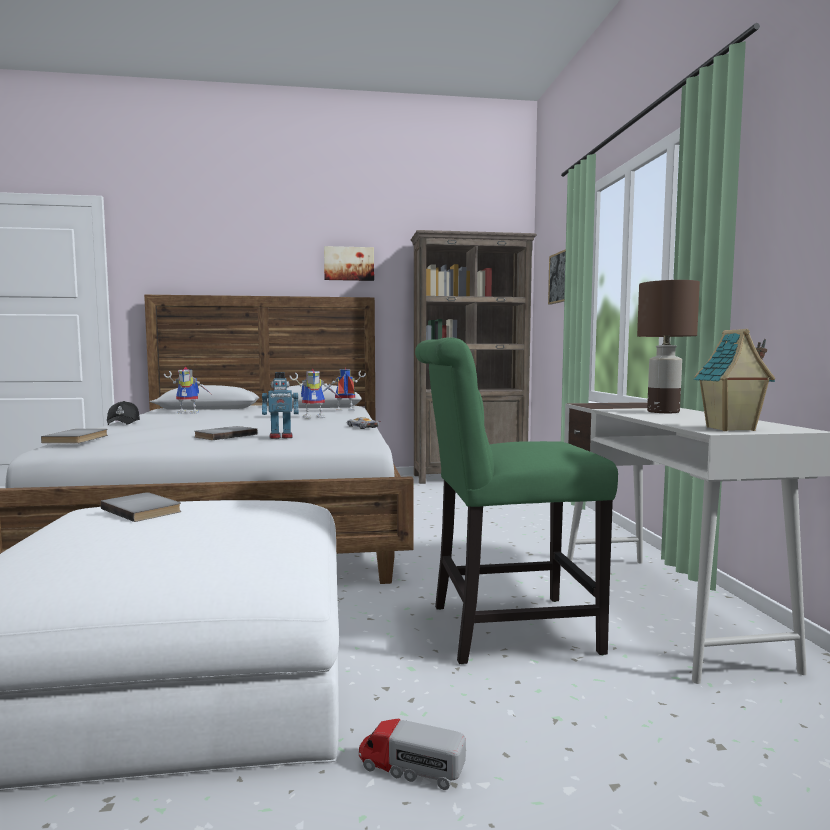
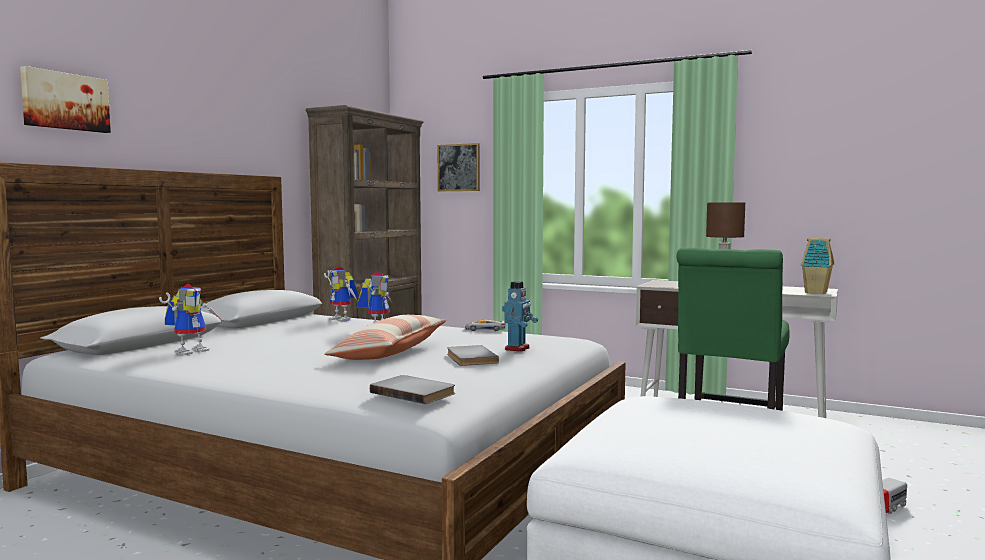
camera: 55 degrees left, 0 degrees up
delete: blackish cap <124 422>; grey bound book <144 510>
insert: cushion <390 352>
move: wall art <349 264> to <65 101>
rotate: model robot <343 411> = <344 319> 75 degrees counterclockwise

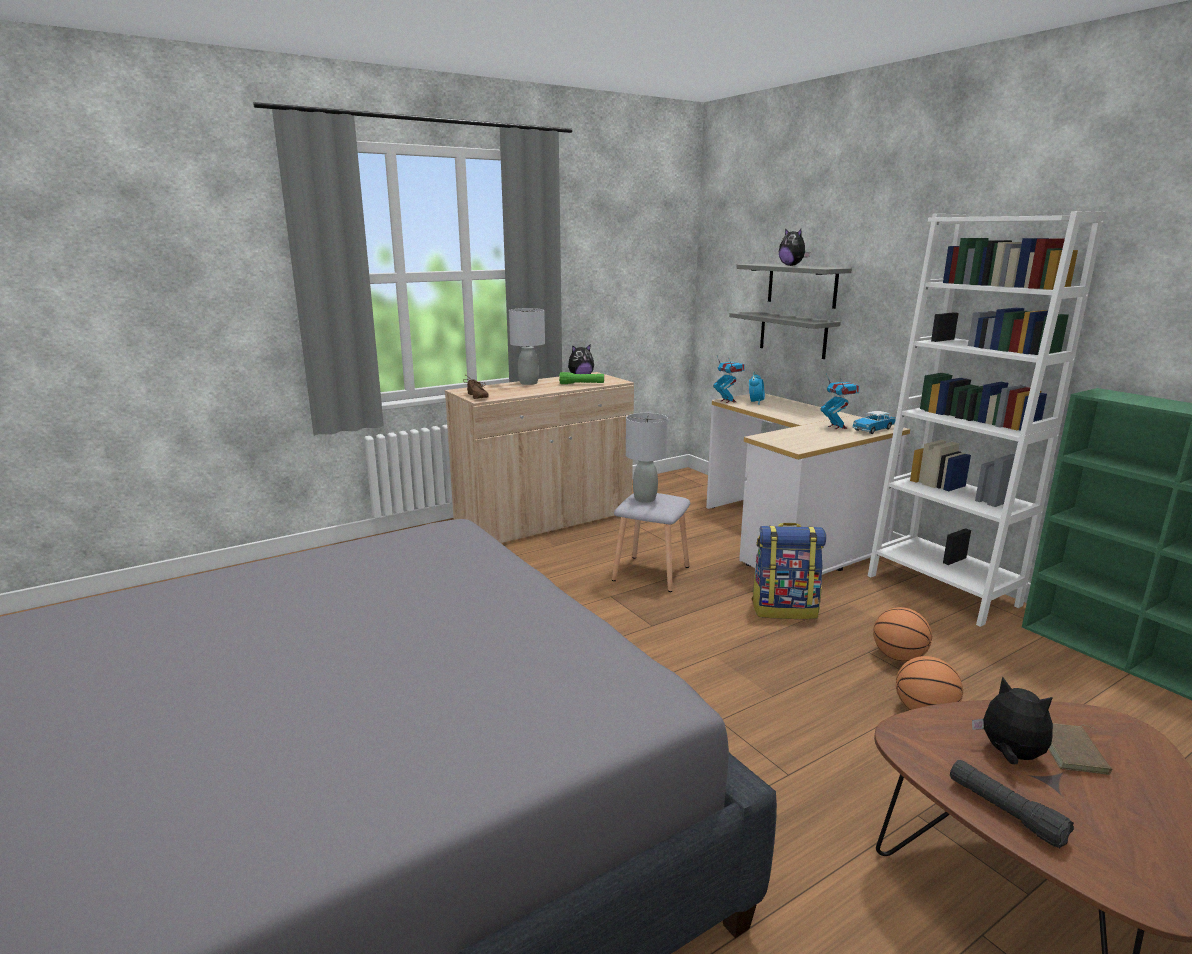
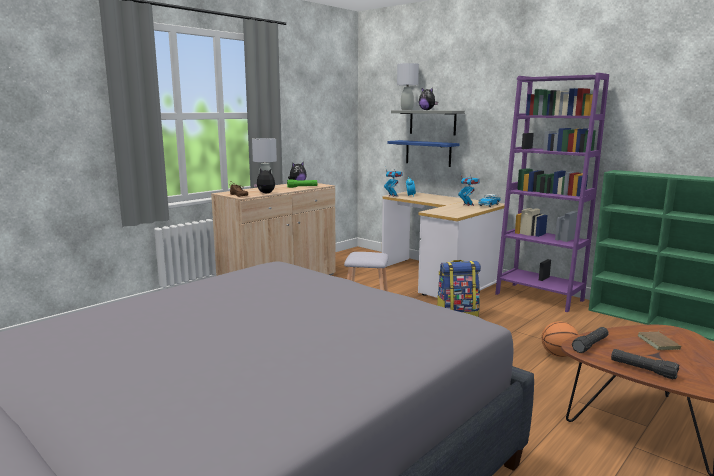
camera: 15 degrees left, 5 degrees down
delete: ball for basketball <898 657>
insert: blackish hand torch <590 345>
move: grey lamp for a table <644 499> to <406 110>; plush toy <1009 755> to <265 193>
recolor: white bookshelf <942 590> to purple bookshelf <539 297>; grey wall shelf <793 334> to bluish wall shelf <428 153>

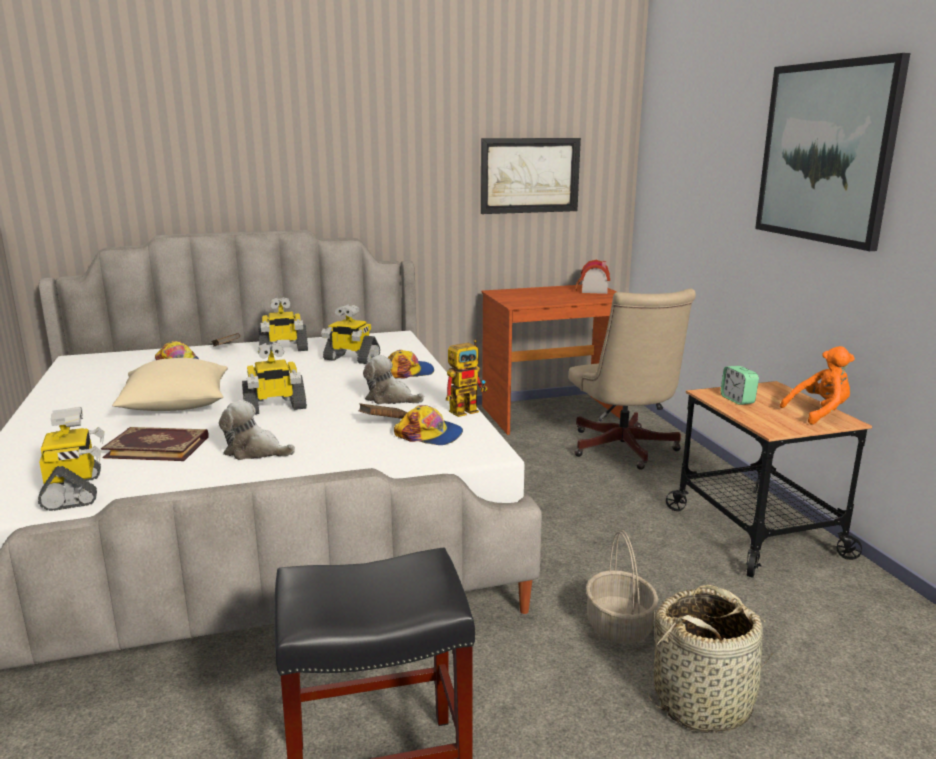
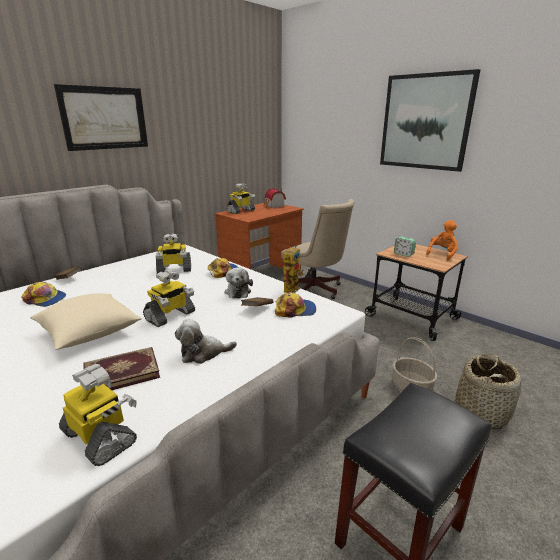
camera: 30 degrees left, 5 degrees up
move: wall art <529 175> to <104 118>; model robot <283 349> to <241 211>
rotate: plush toy <390 399> = <238 291> 90 degrees counterclockwise

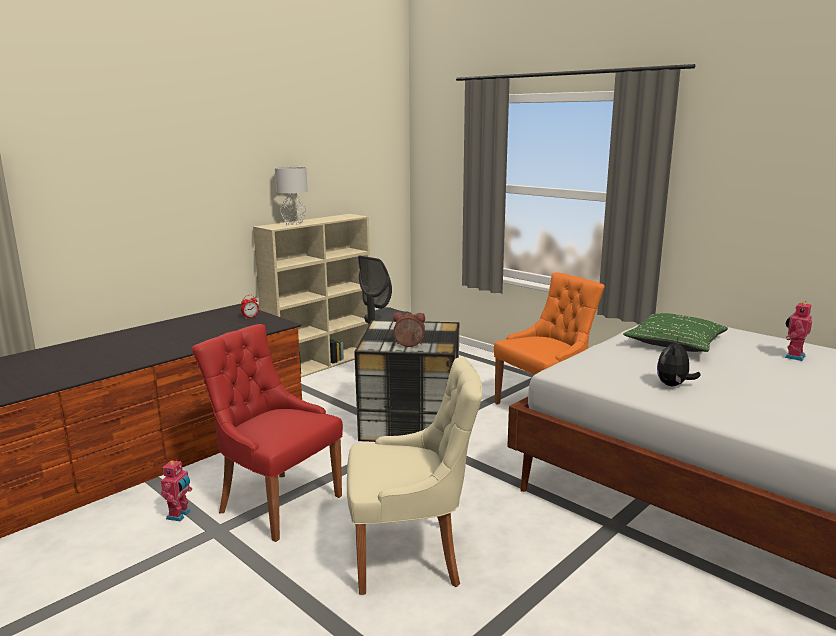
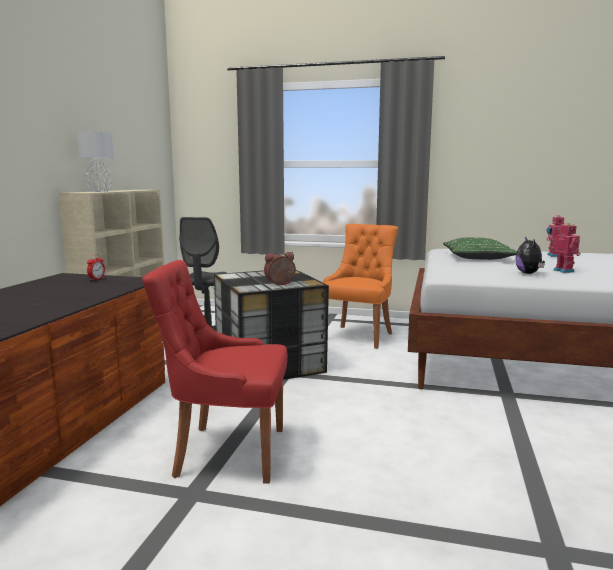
camera: 30 degrees left, 5 degrees down
delete: beige-coloured upright chair <411 556>
move: model robot <180 515> to <564 271>

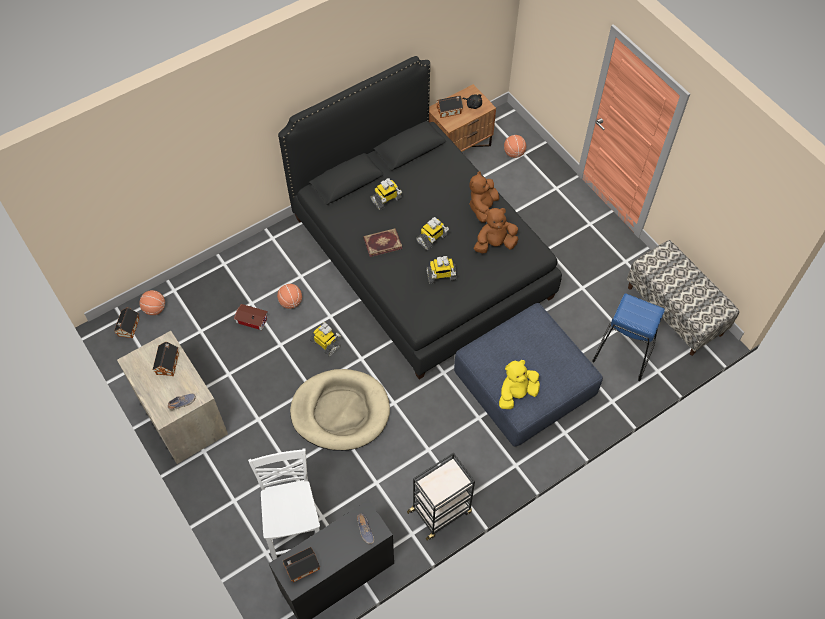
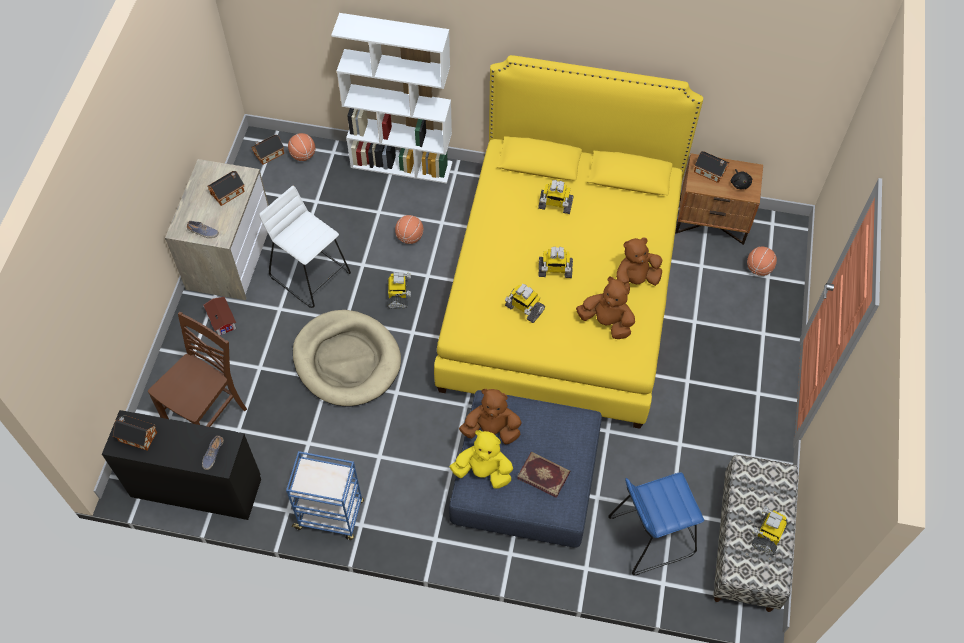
camera: 45 degrees right, 0 degrees up
insert: white bookshelf <402 164>; white sitting stool <311 274>; brownish plush toy <491 430>; model robot <767 534>
move: bound book <382 243> to <544 474>; miniature house <251 319> to <222 318>
recolor: blackish bedroom bed <420 257> to yellow bedroom bed <561 290>; white upright chair <295 528> to brownish upright chair <210 419>; blackish cart <440 511> to bluish cart <331 515>

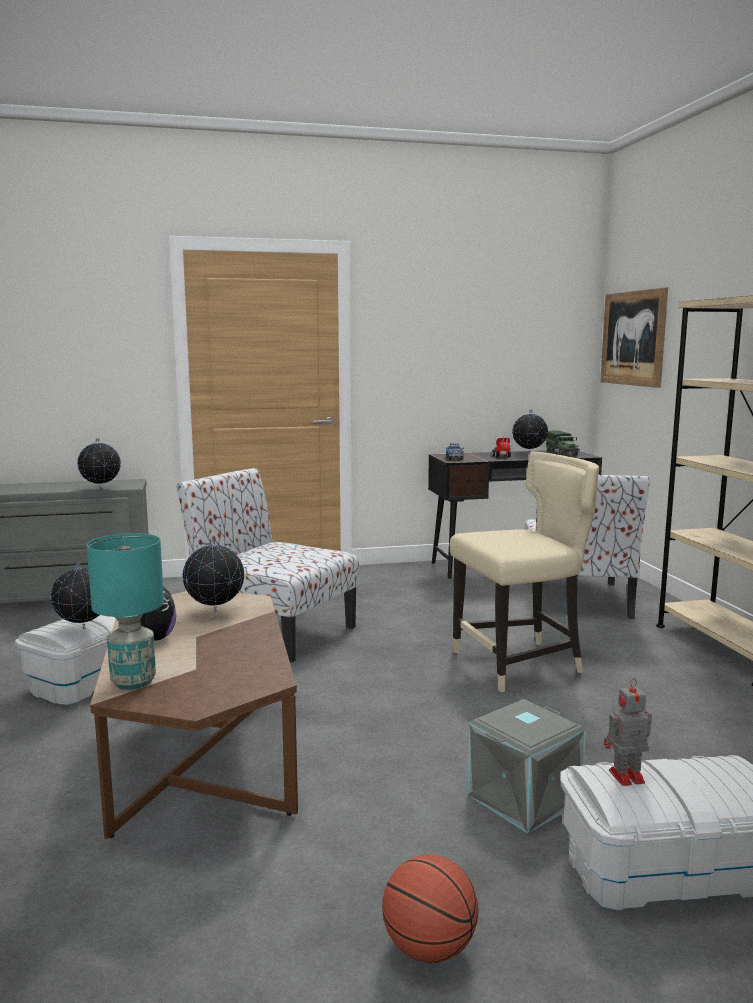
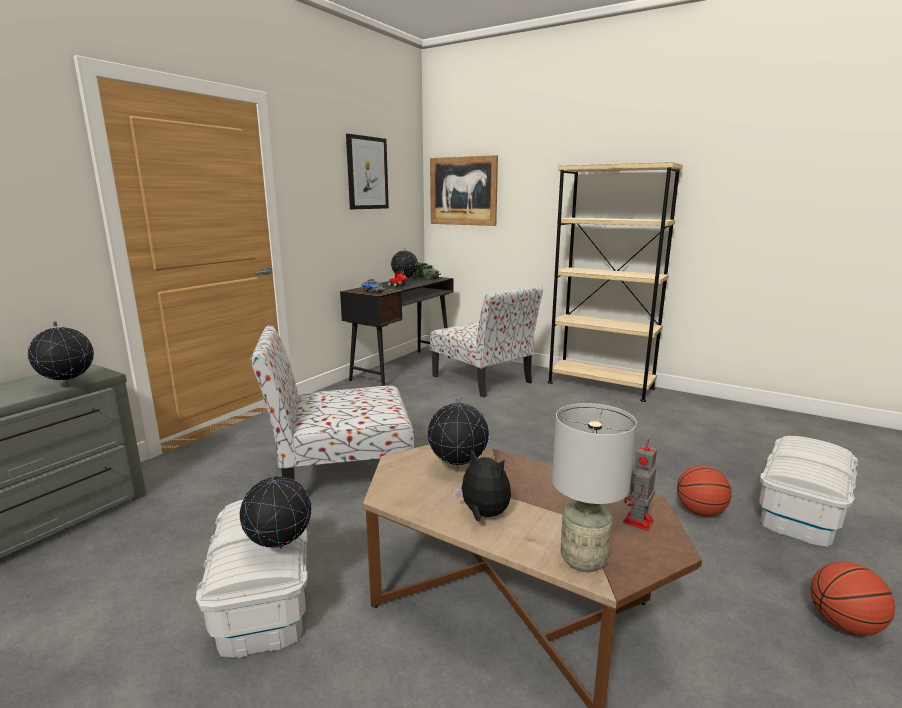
camera: 45 degrees left, 5 degrees up
delete: beige-coloured upright chair <520 664>
insert: wall art <367 173>
move: model robot <624 776> to <637 522>
replace: grey storage box <524 800> to ball for basketball <700 512>
recolor: turquoise-coloured lamp for a table <134 682> to grey lamp for a table <584 559>

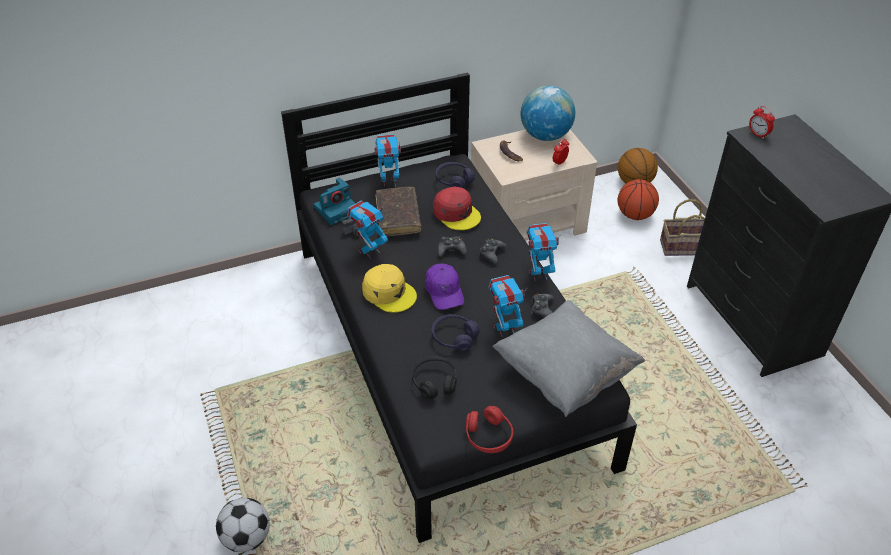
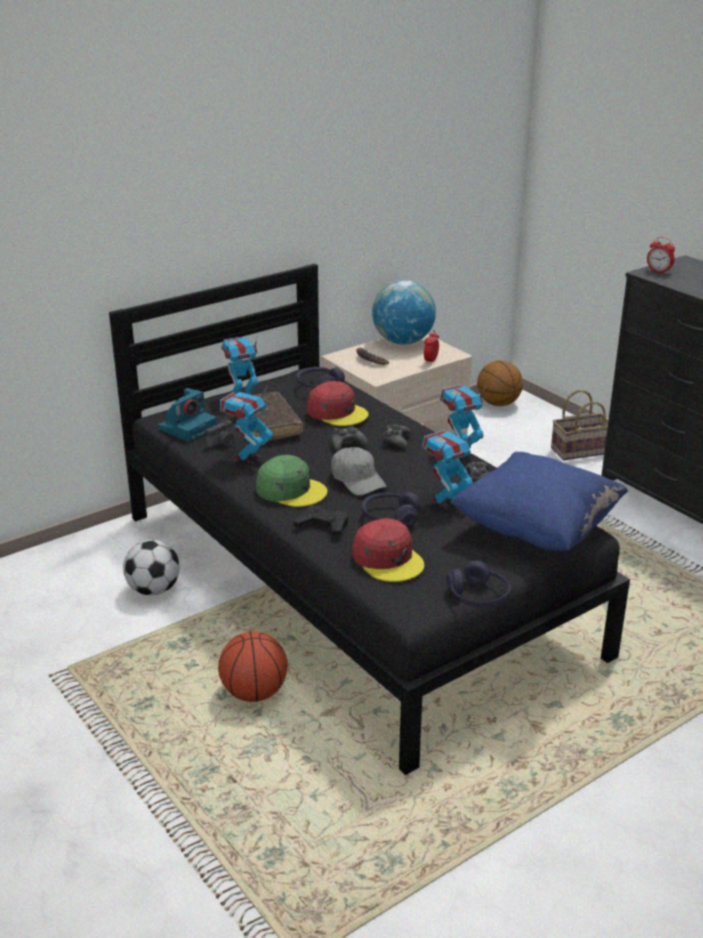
camera: 15 degrees left, 15 degrees down
insert: blackish gamepad <323 525>
move: ball for basketball <634 215> to <254 693>; football ball <247 537> to <153 590>
replace: blackish headset <434 382> to red-coloured cap <388 559>
recolor: purple cap <444 291> to grey cap <357 479>; yellow cap <389 293> to greenish cap <291 490>; grey cushion <564 374> to bluish cushion <536 530>; red-coloured headset <488 436> to purple headset <478 597>

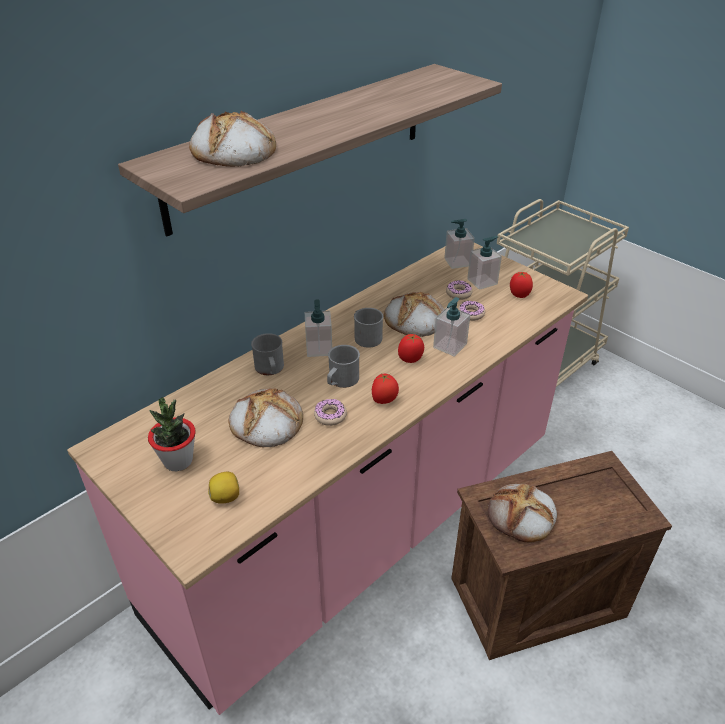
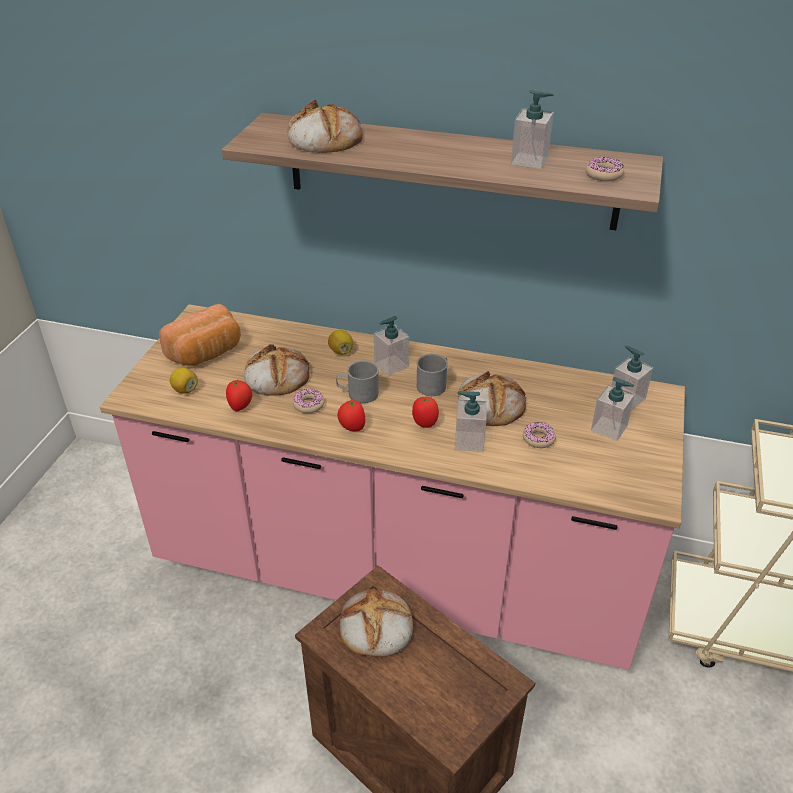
camera: 60 degrees right, 0 degrees up
insert: soap dispenser <530 161>
move: fresh tomato <519 295> to <240 407>; doughnut <458 293> to <603 175>
replace: grey tea mug <270 369> to citrus fruit <341 351>; houseplant <178 461> to bakery bread <206 353>

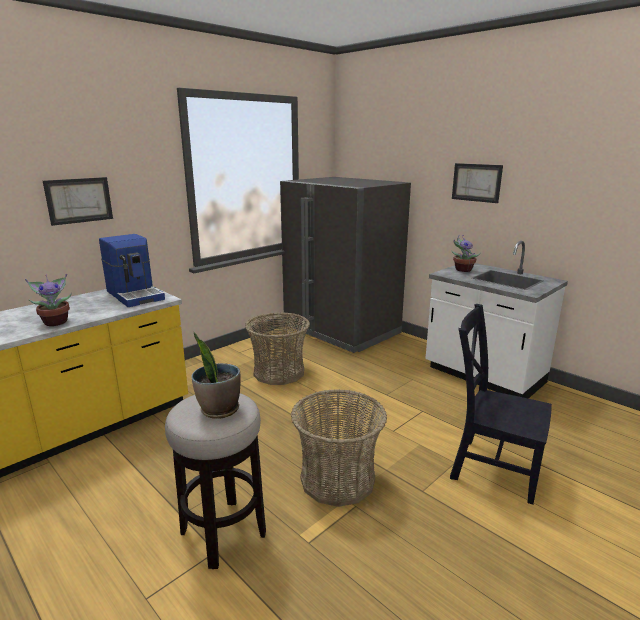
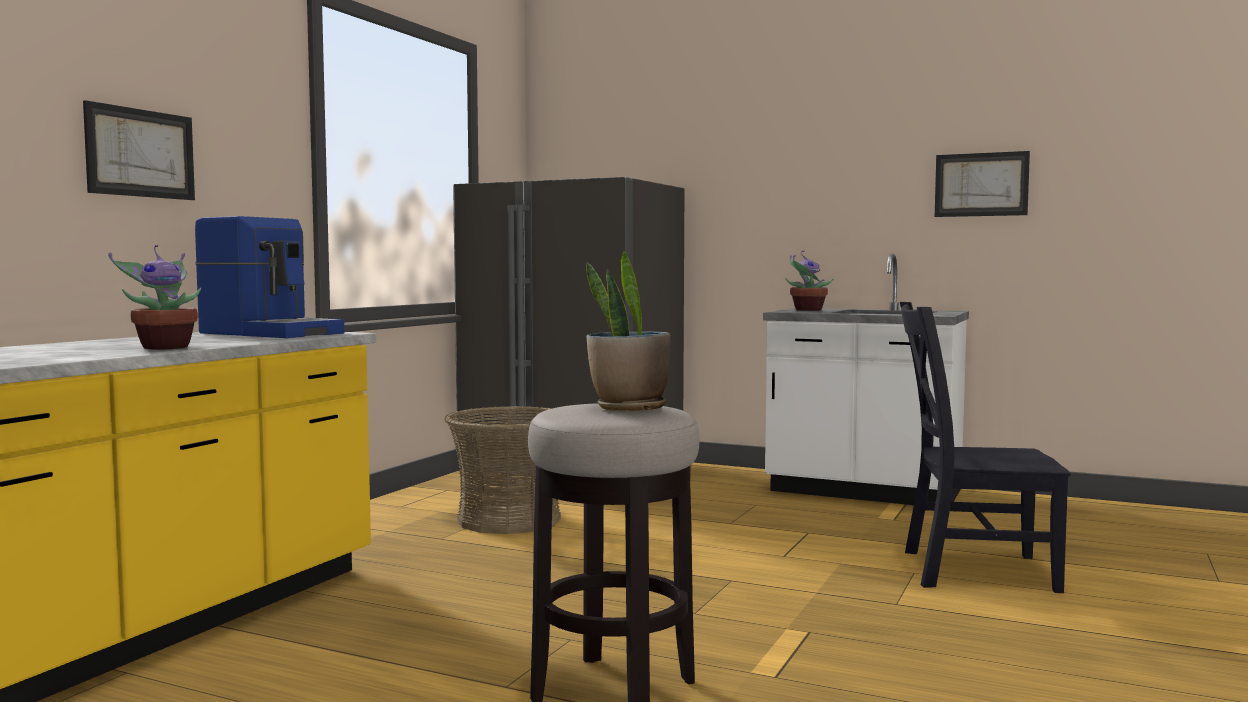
camera: 20 degrees left, 15 degrees down
delete: basket <338 479>
move: wall art <476 182> to <981 184>

